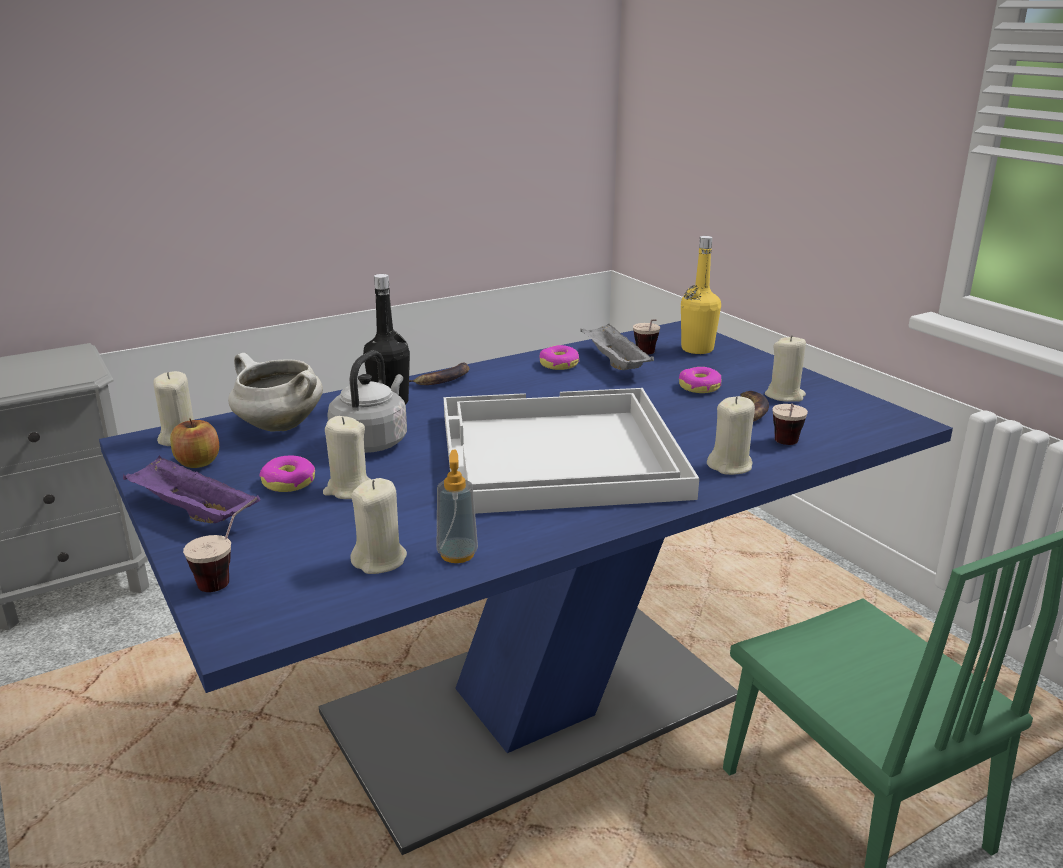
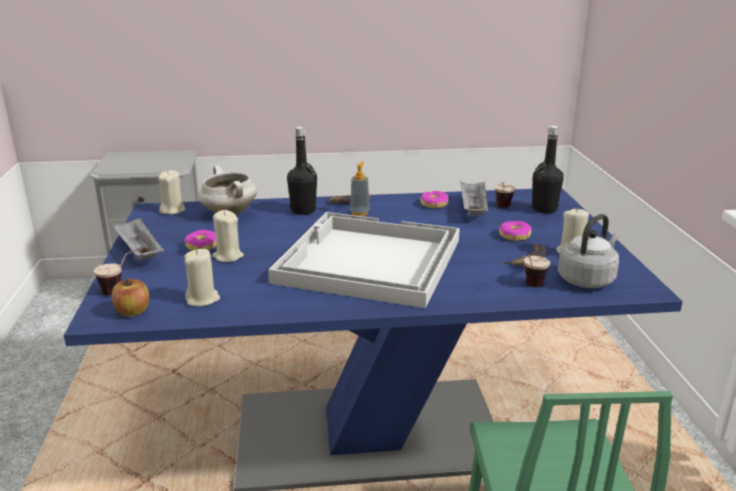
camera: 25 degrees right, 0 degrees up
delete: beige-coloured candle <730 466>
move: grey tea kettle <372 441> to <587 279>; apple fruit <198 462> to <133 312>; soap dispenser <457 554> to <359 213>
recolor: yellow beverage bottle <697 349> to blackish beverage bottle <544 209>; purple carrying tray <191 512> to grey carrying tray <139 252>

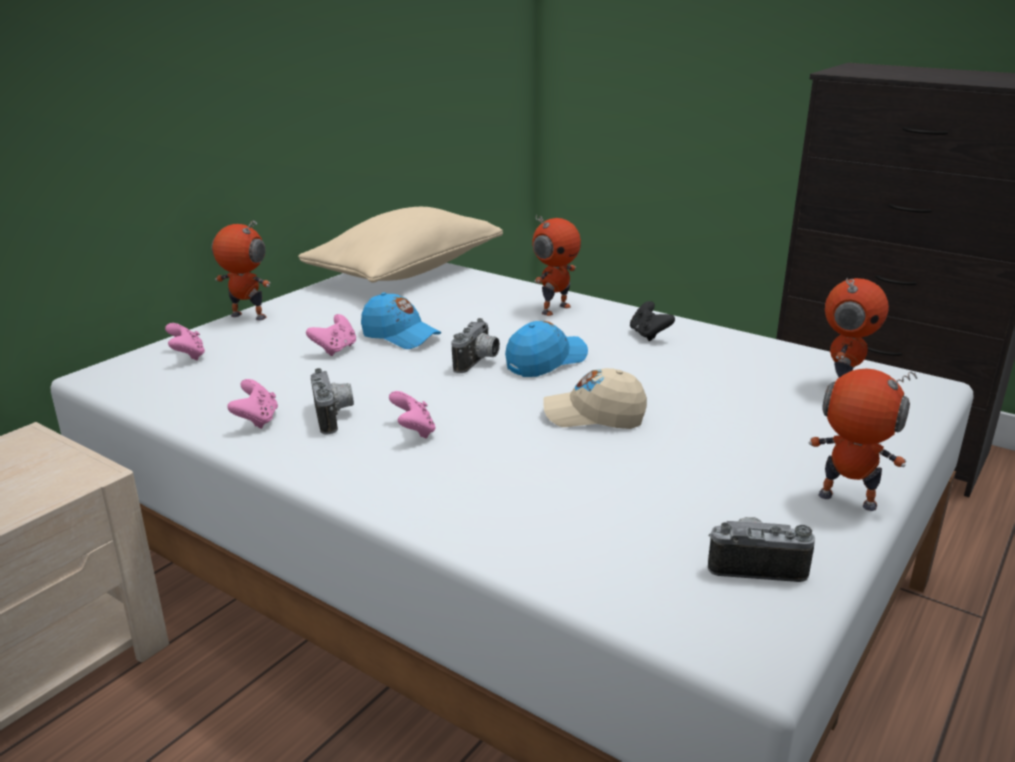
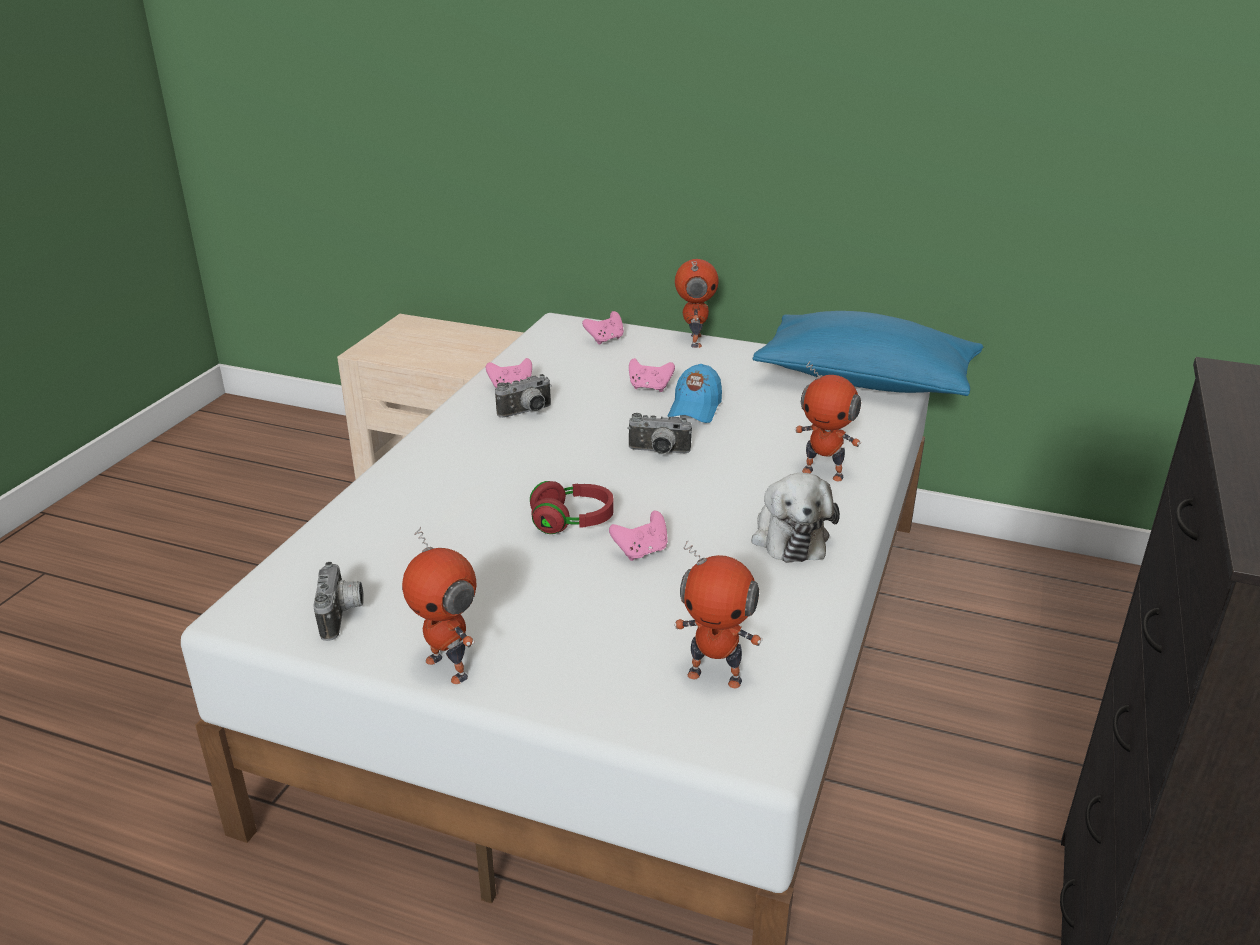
camera: 75 degrees right, 5 degrees up
delete: bluish cap <546 361>
move: pinkish gamepad <413 431> to <641 551>
replace: blackish gamepad <648 335> to plush toy <789 536>; beige-coloured cap <594 416> to red-coloured headset <572 521>
recolor: beige-coloured cushion <406 272> to bluish cushion <865 381>
rotate: model robot <846 501> = <449 667> 120 degrees clockwise

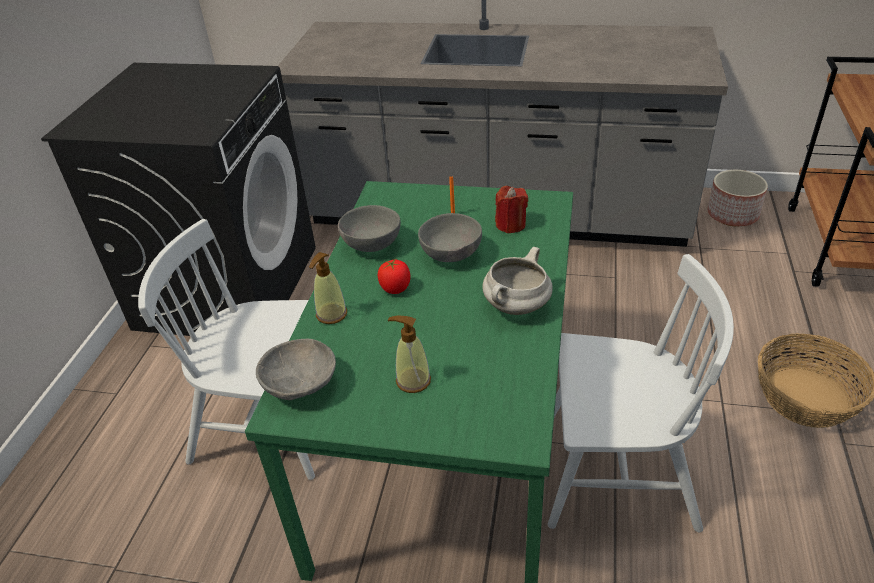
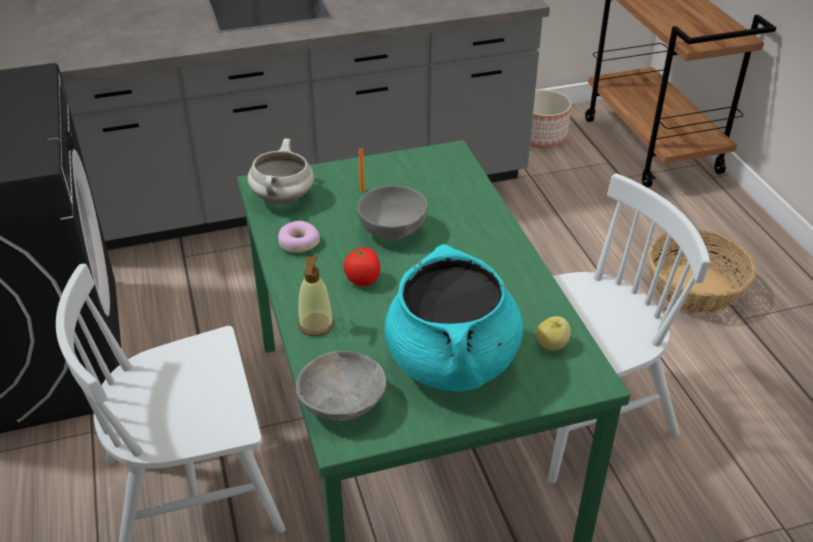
camera: 30 degrees left, 0 degrees up
delete: red-coloured candle <510 225>
insert: apple fruit <552 345>
move: white stockpot <516 307> to <283 198>
replace: grey bowl <370 245> to doughnut <298 243>; soap dispenser <413 380> to turquoise-coloured stockpot <452 361>

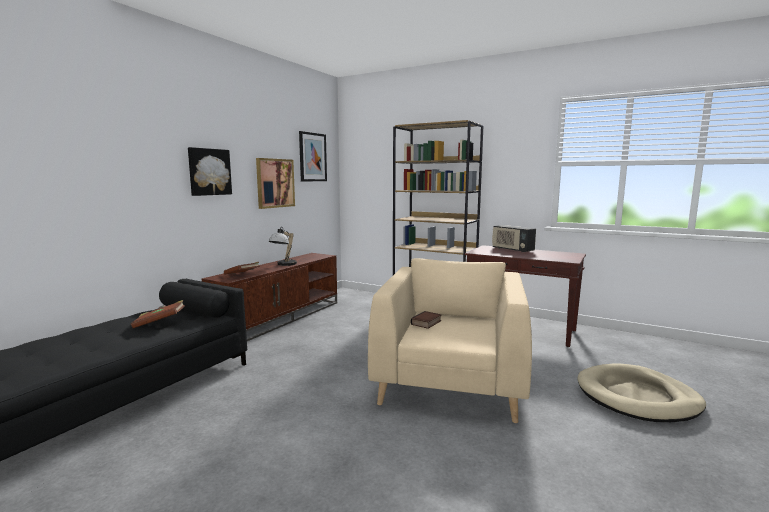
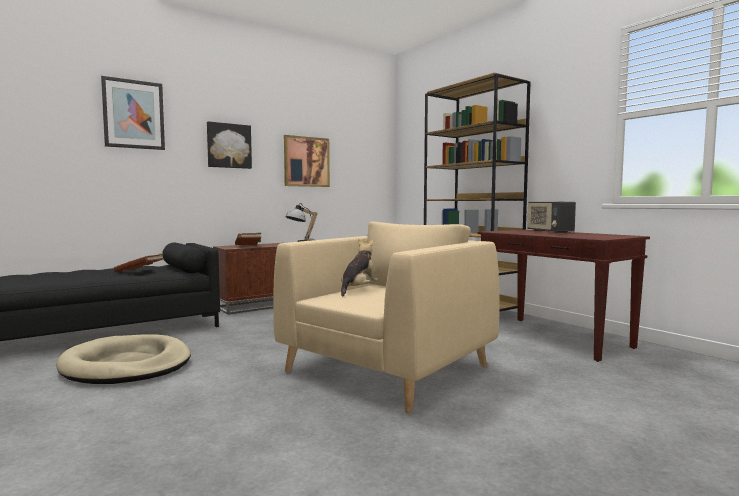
camera: 25 degrees right, 5 degrees down
move: wall art <312 157> to <133 114>; beige-coloured dog bed <637 397> to <127 365>
replace: bound book <426 323> to plush toy <358 290>

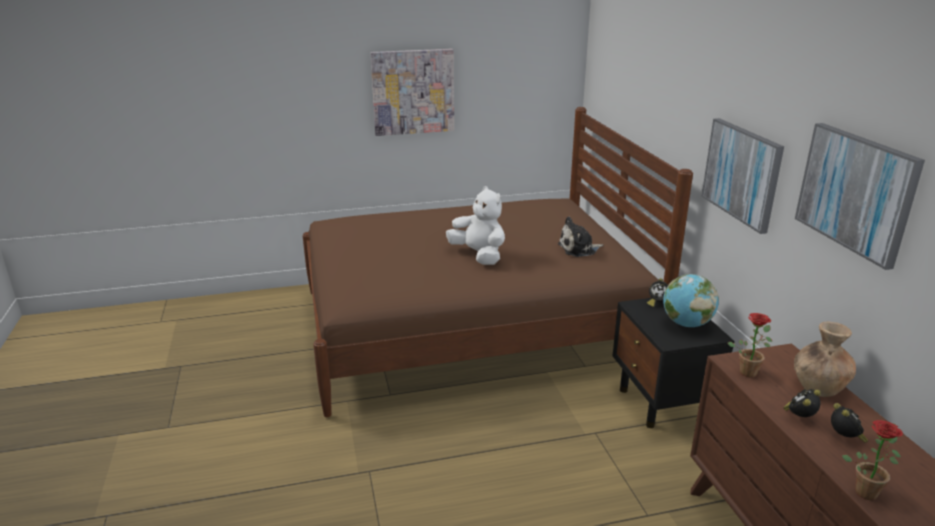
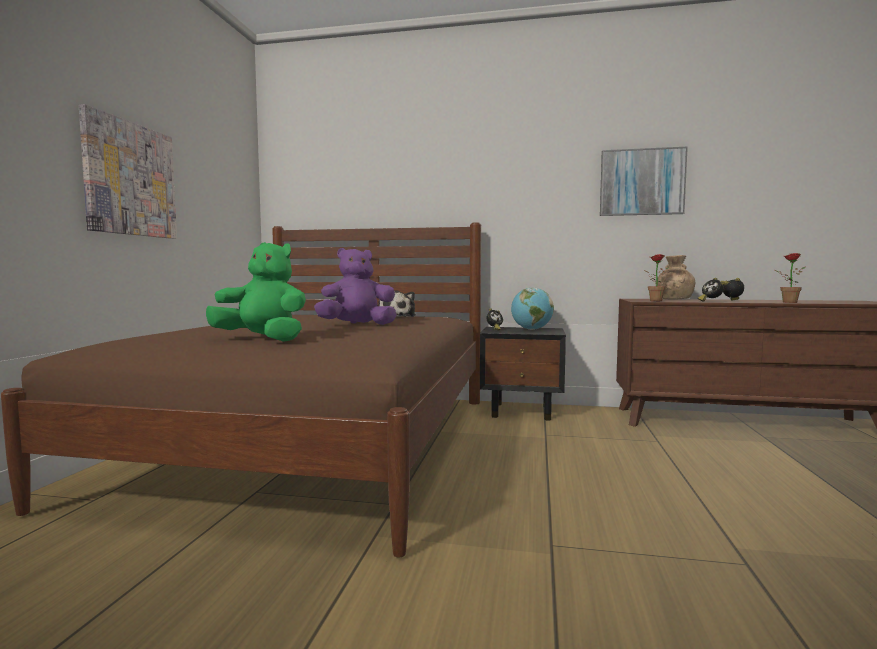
camera: 65 degrees left, 20 degrees down
delete: wall art <742 173>
insert: greenish plush toy <262 340>
recolor: white plush toy <479 255> to purple plush toy <357 325>

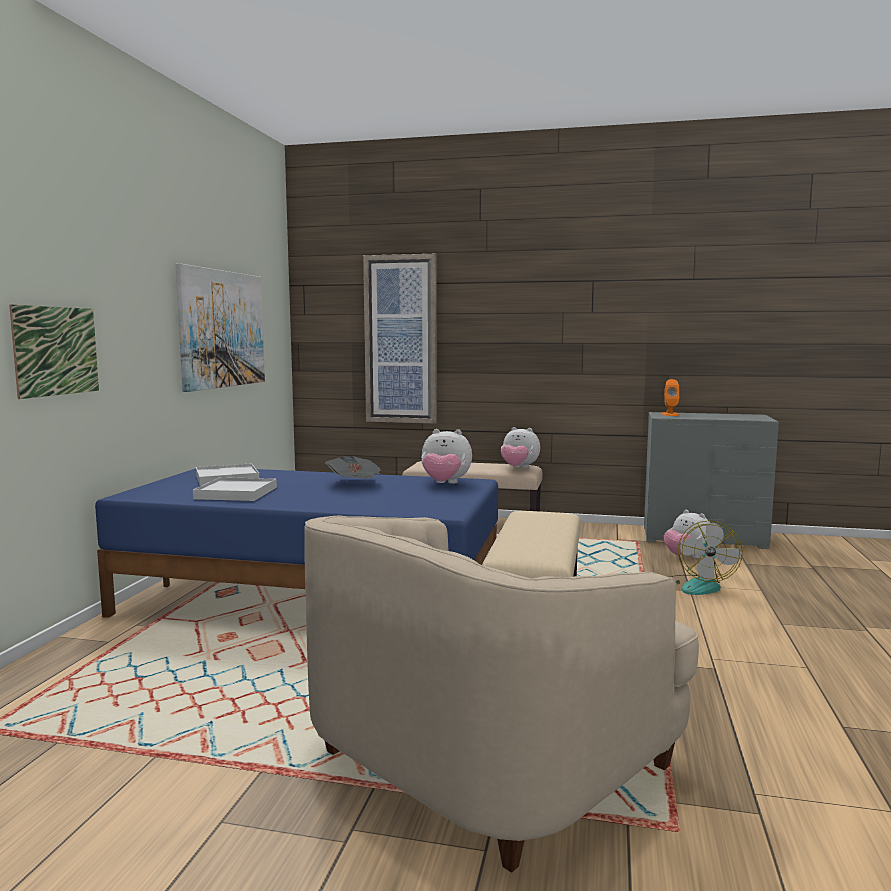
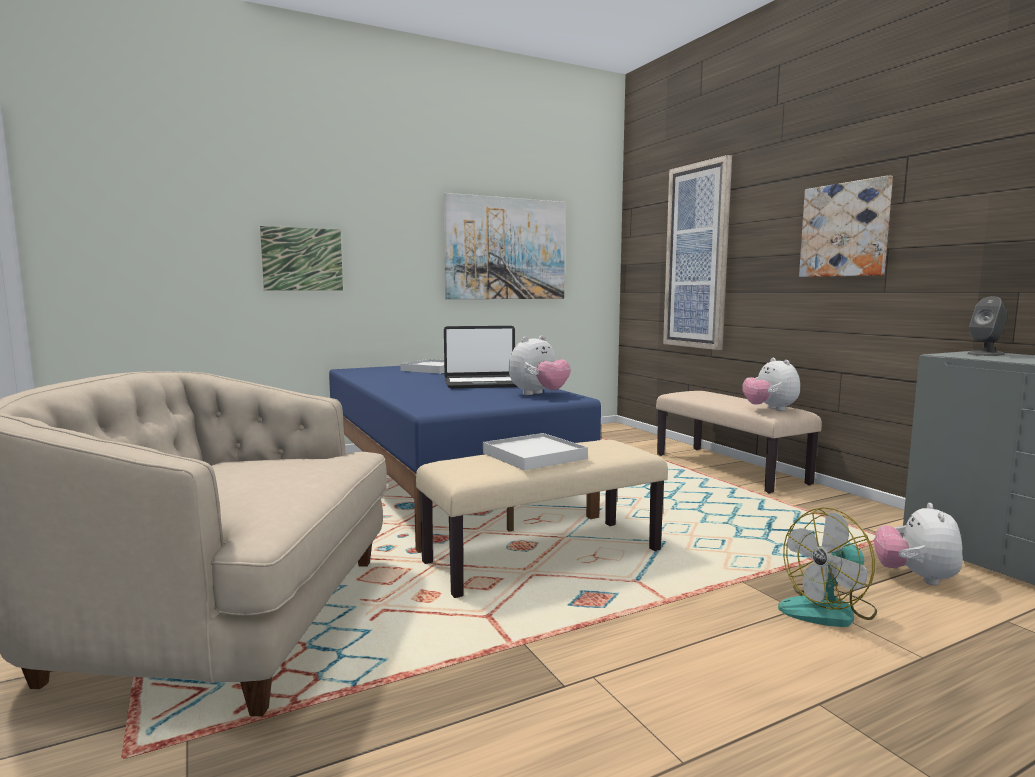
camera: 50 degrees right, 0 degrees up
insert: wall art <845 230>
move: white carrying tray <236 493> to <534 456>
replace: printed paper <355 483> to portable computer <482 384>
recolor: orange loudspeaker <670 414> to grey loudspeaker <985 354>
rotate: plush toy <445 484> = <538 394> 105 degrees counterclockwise

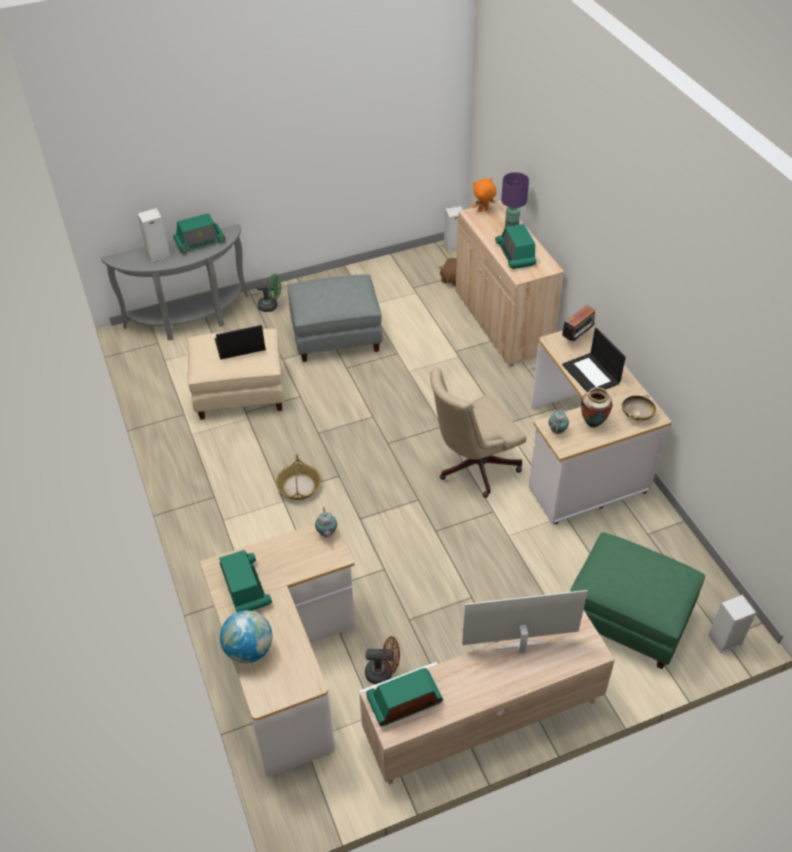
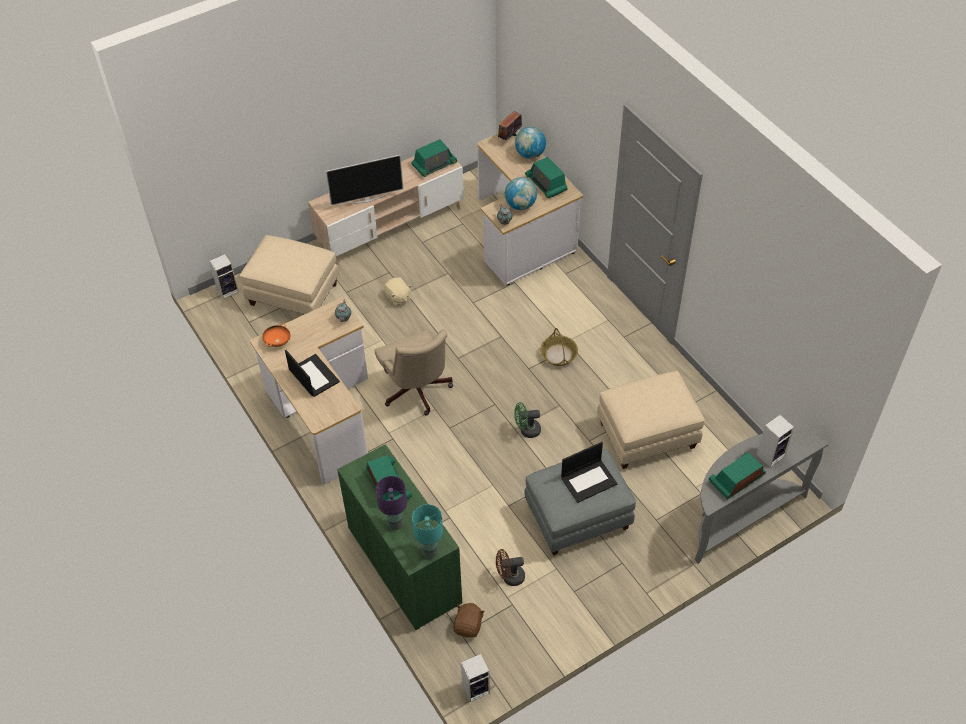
camera: 170 degrees right, 5 degrees up
delete: flower vase <592 424>
insert: world globe <520 205>; beige-coloured plush toy <398 297>
move: greenish fan <271 306> to <526 430>; radio set <577 338> to <509 137>; portable computer <239 345> to <589 480>; brownish fan <383 672> to <509 577>
replace: orange plush toy <483 210> to turquoise-coloured lamp for a table <430 551>
recolor: beige-coloured cupboard <502 322> to greenish cupboard <404 565>; beige-coloured bowl <637 415> to orange bowl <277 341>; greenish ottoman <628 618> to beige-coloured ottoman <293 295>
rotate: beige-coloured computer chair <472 467> = <417 392> 105 degrees clockwise

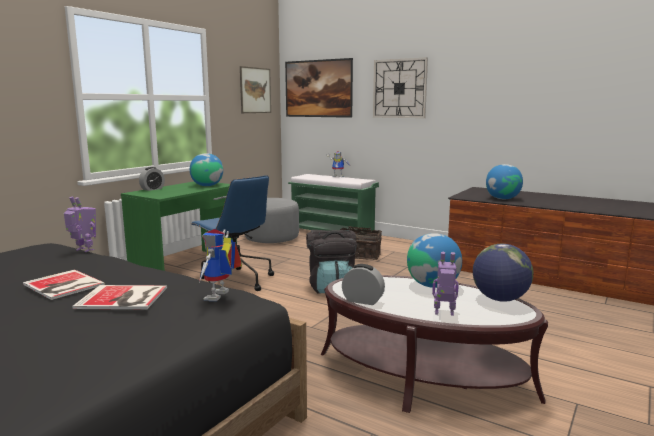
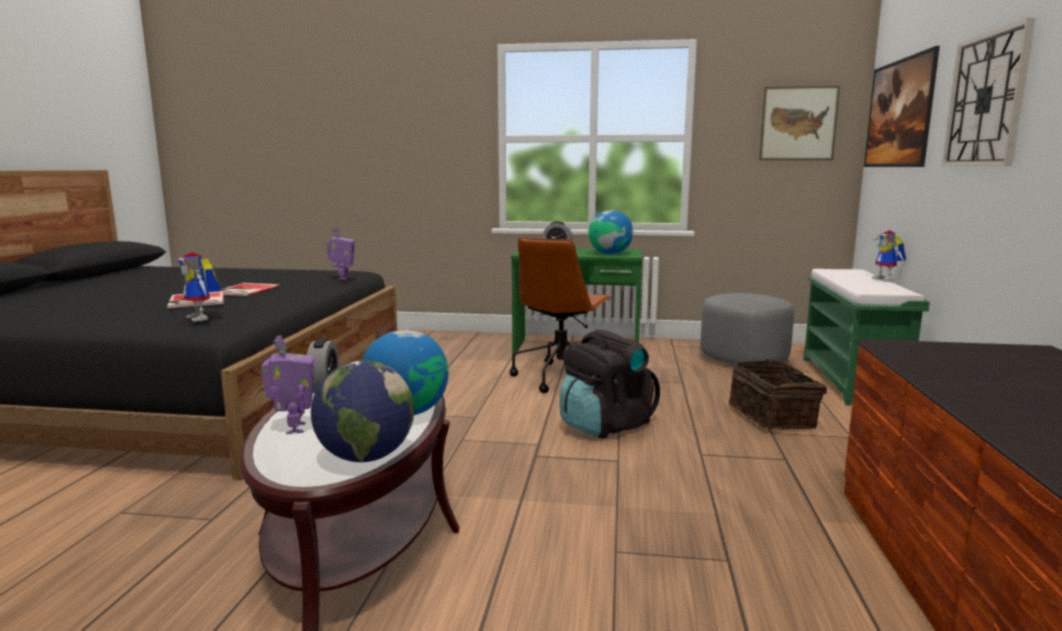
camera: 65 degrees right, 0 degrees up
delete: world globe <502 199>
recolor: bluish computer chair <235 281> to brownish computer chair <561 377>
rotate: model robot <220 297> = <203 318> 120 degrees counterclockwise

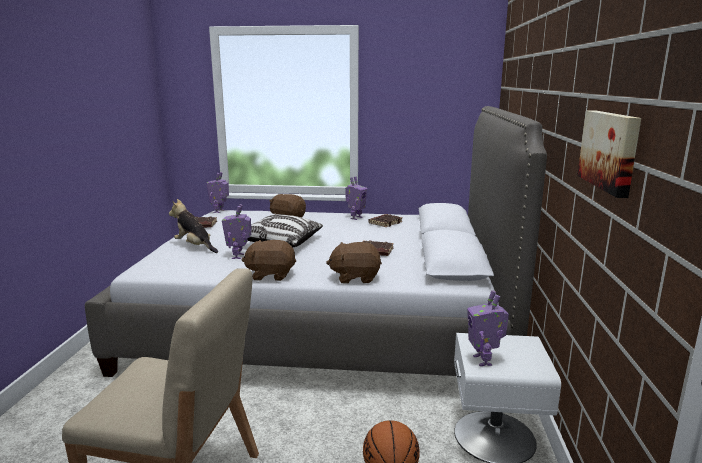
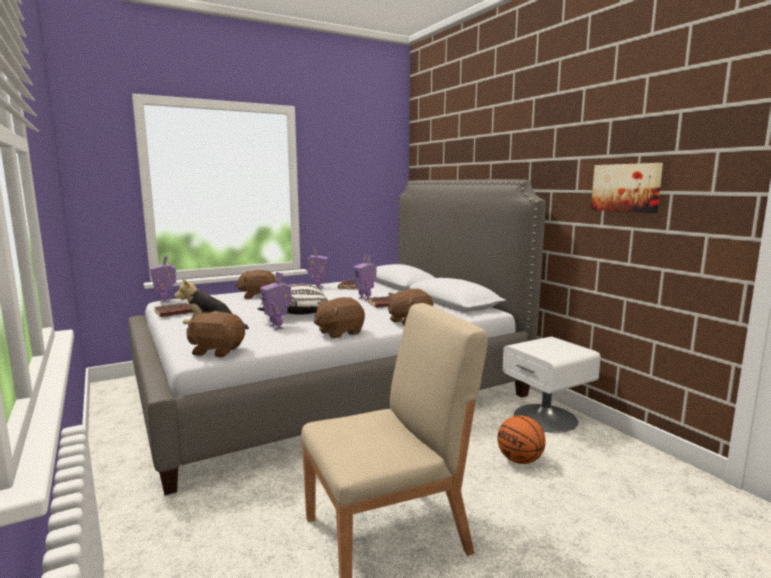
camera: 35 degrees left, 5 degrees down
insert: brownish plush toy <217 351>
move: model robot <483 360> to <365 298>

